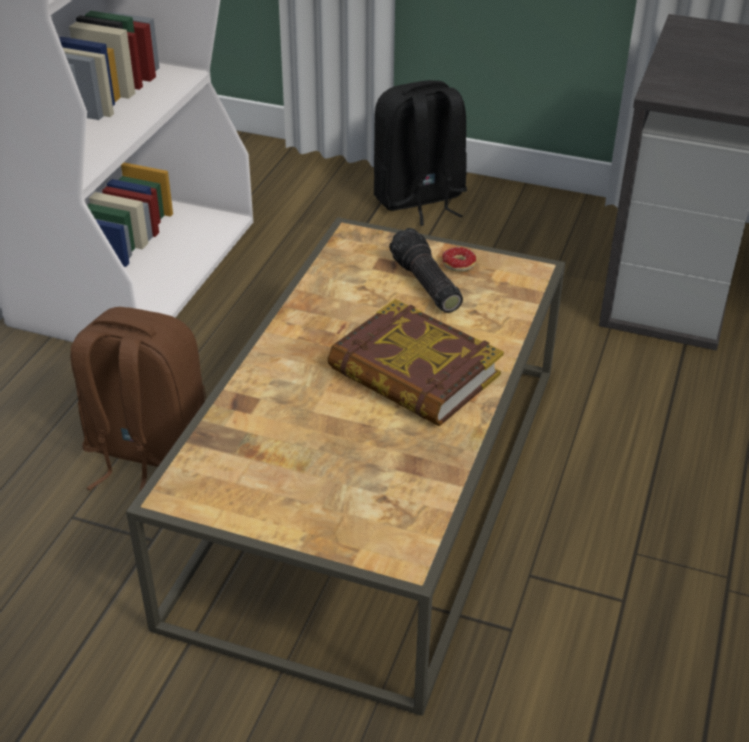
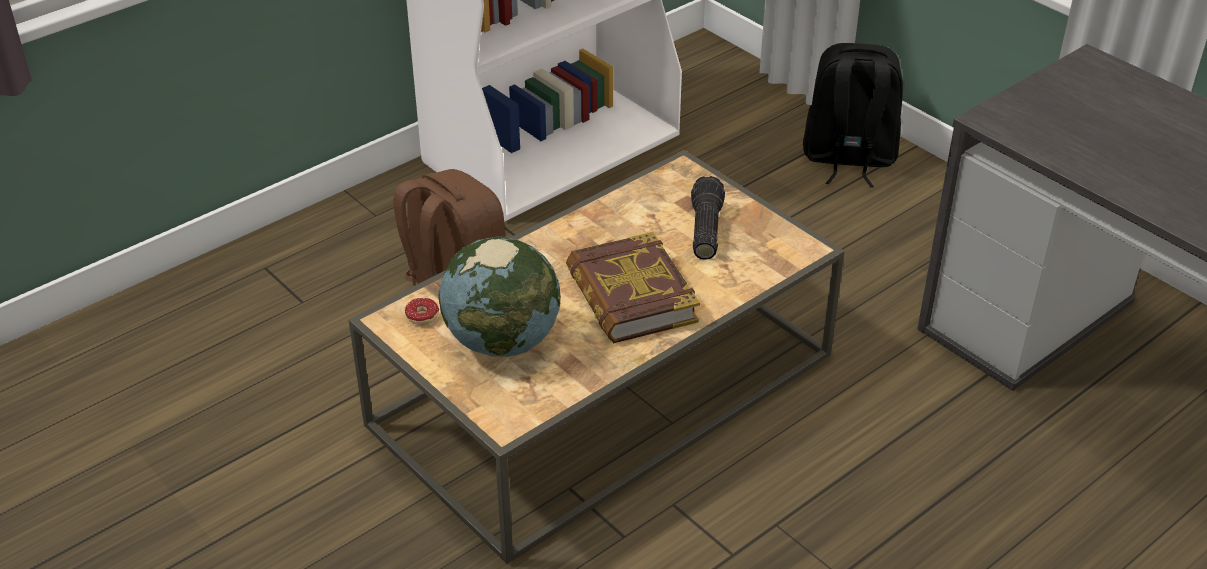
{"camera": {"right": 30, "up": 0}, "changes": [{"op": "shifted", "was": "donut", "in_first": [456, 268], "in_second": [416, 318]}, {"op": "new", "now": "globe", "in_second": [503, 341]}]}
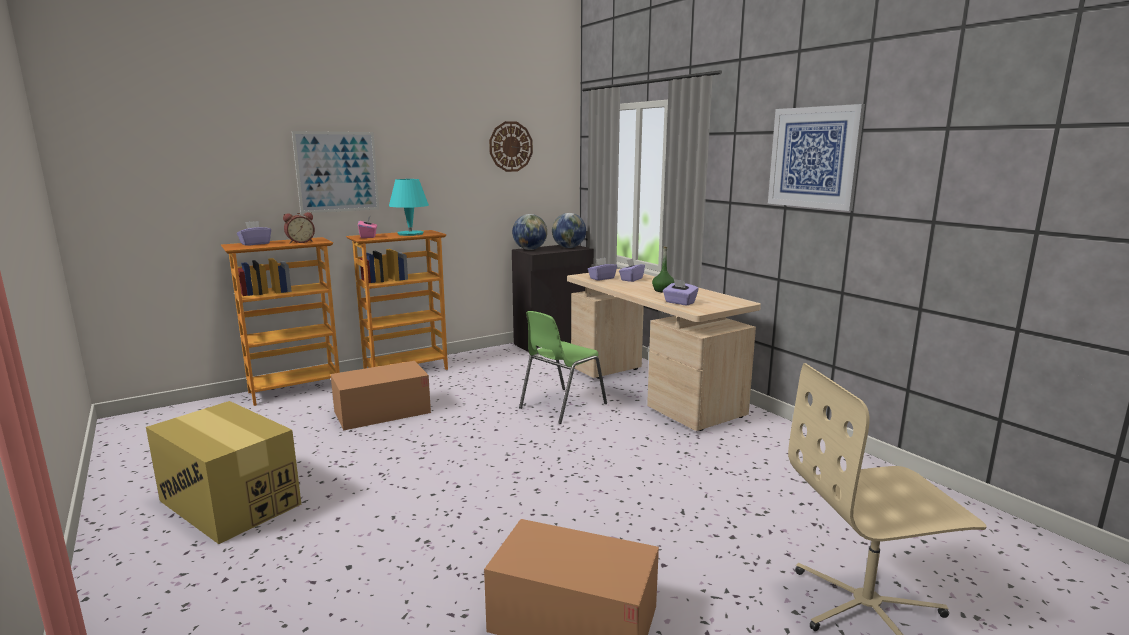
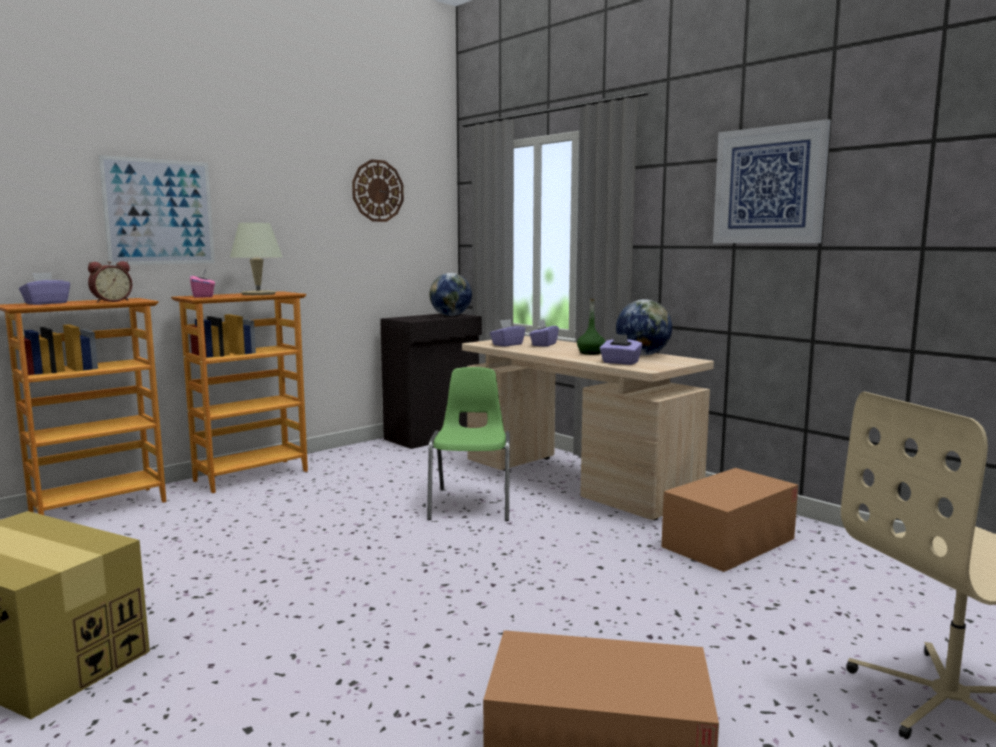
{"camera": {"right": -10, "up": -5}, "changes": [{"op": "repainted", "was": "table lamp/turquoise", "now": "table lamp/beige", "in_first": [410, 234], "in_second": [258, 294]}, {"op": "shifted", "was": "globe", "in_first": [530, 249], "in_second": [643, 355]}, {"op": "rotated", "was": "chair/green", "in_first": [561, 406], "in_second": [472, 504], "clockwise": 150}, {"op": "shifted", "was": "cardboard box", "in_first": [382, 412], "in_second": [728, 543]}]}
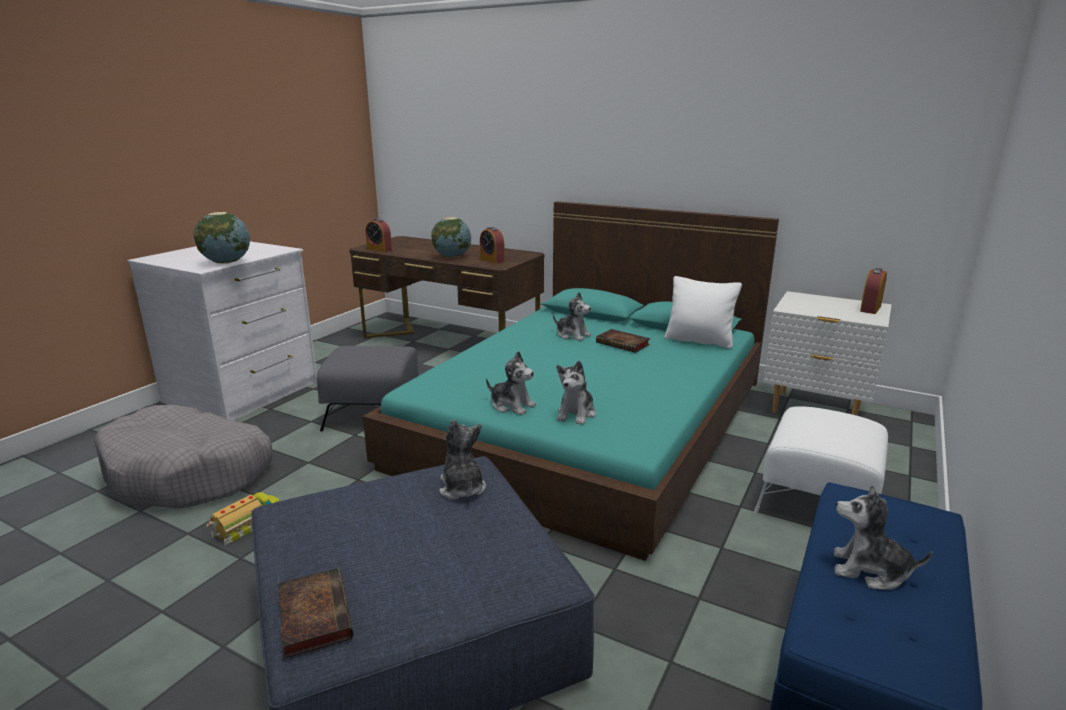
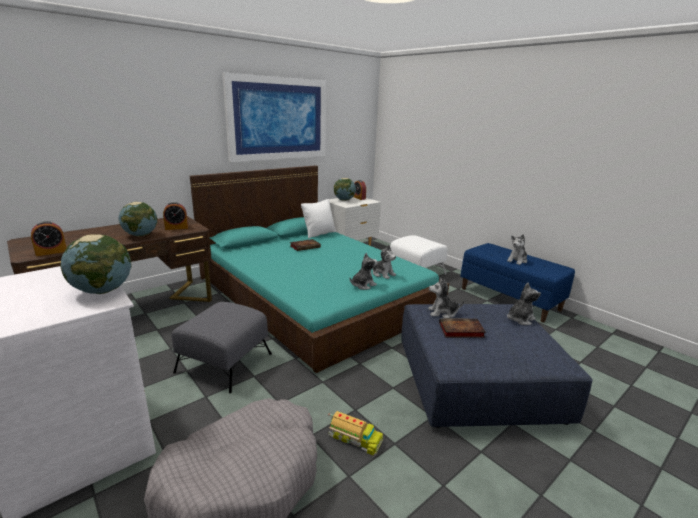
{"camera": {"right": -70, "up": 0}, "changes": [{"op": "shifted", "was": "plush toy", "in_first": [572, 335], "in_second": [519, 319]}, {"op": "rotated", "was": "toy truck", "in_first": [249, 525], "in_second": [354, 438], "clockwise": 150}, {"op": "shifted", "was": "book", "in_first": [313, 614], "in_second": [460, 330]}, {"op": "new", "now": "picture", "in_second": [278, 119]}, {"op": "new", "now": "globe", "in_second": [344, 200]}]}
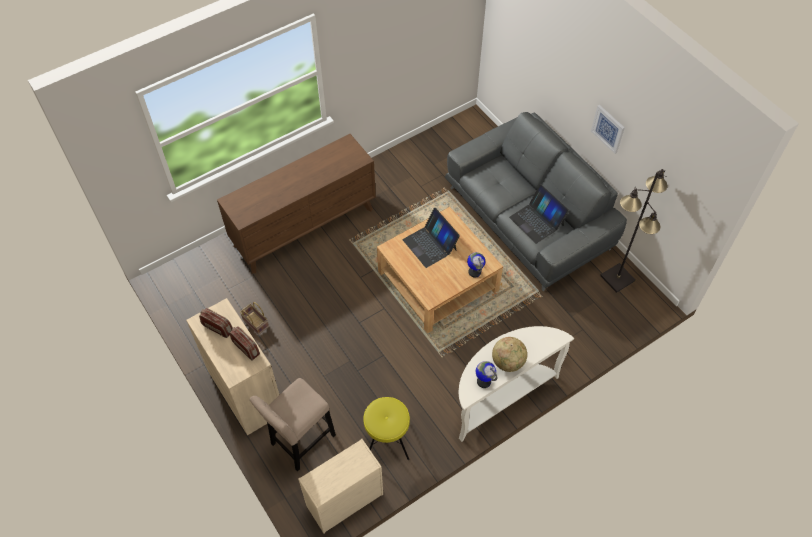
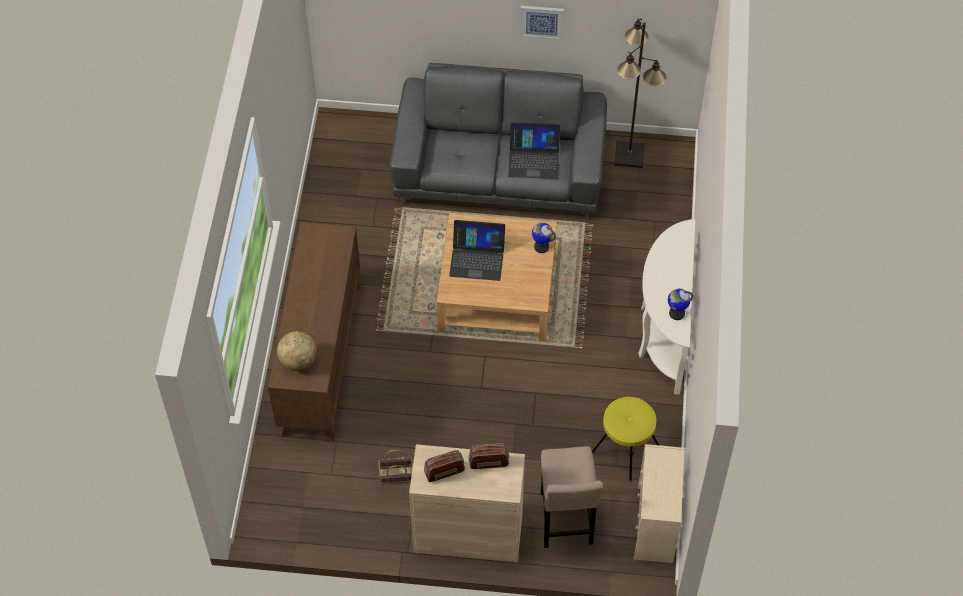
{"camera": {"right": -50, "up": 0}, "changes": [{"op": "shifted", "was": "globe", "in_first": [508, 362], "in_second": [298, 361]}]}
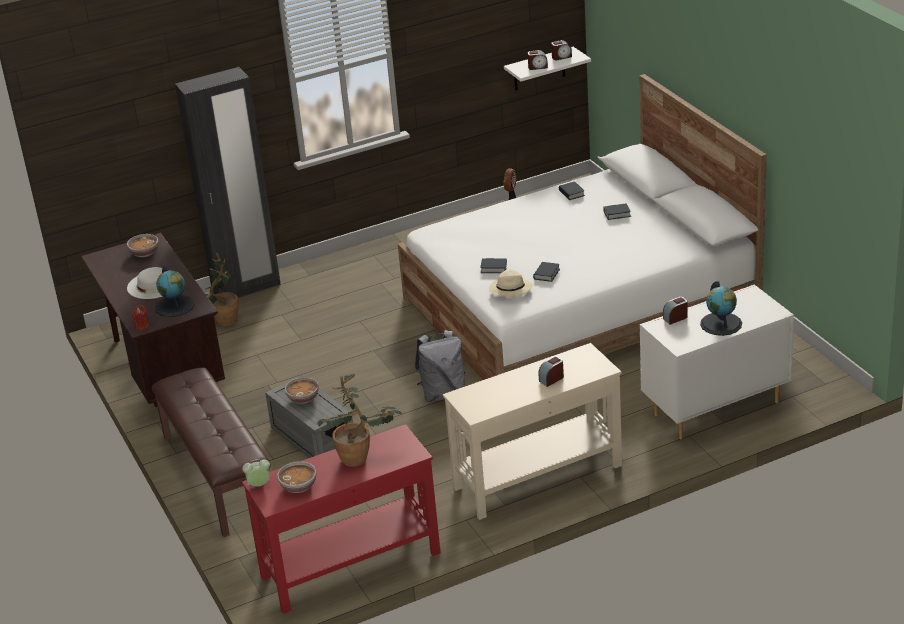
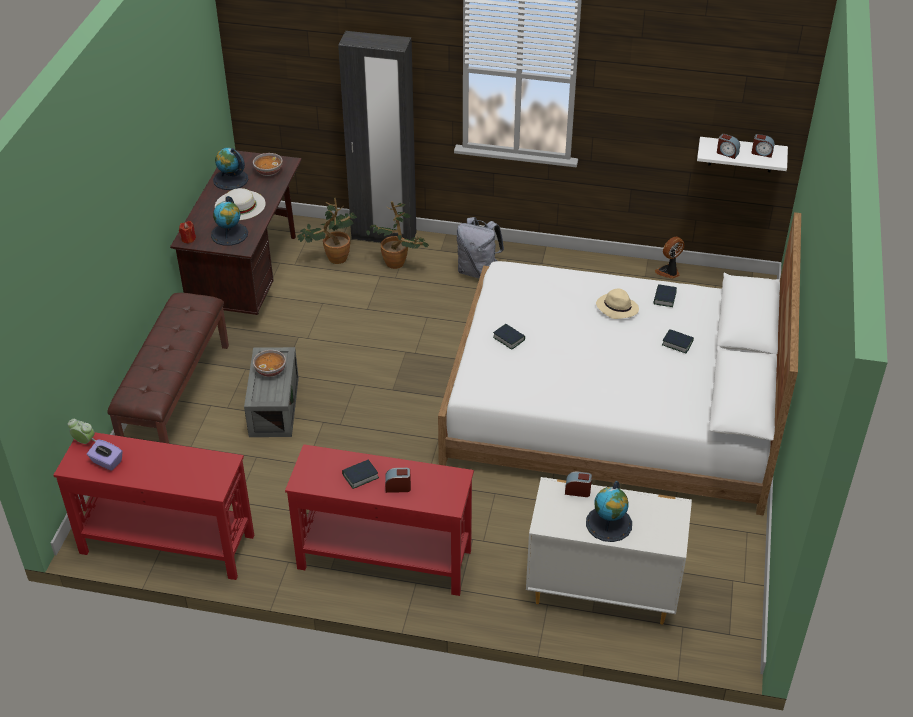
{"camera": {"right": 35, "up": 10}, "changes": [{"op": "shifted", "was": "book", "in_first": [546, 274], "in_second": [360, 476]}, {"op": "shifted", "was": "hat/beige", "in_first": [510, 290], "in_second": [616, 308]}, {"op": "shifted", "was": "backpack/grey", "in_first": [443, 393], "in_second": [478, 272]}, {"op": "repainted", "was": "console table/beige", "now": "console table/red", "in_first": [536, 477], "in_second": [383, 559]}, {"op": "shifted", "was": "potted plant", "in_first": [361, 459], "in_second": [398, 265]}, {"op": "swapped", "was": "bowl", "now": "tissue box/purple", "in_first": [299, 486], "in_second": [106, 462]}, {"op": "new", "now": "globe", "in_second": [230, 179]}]}
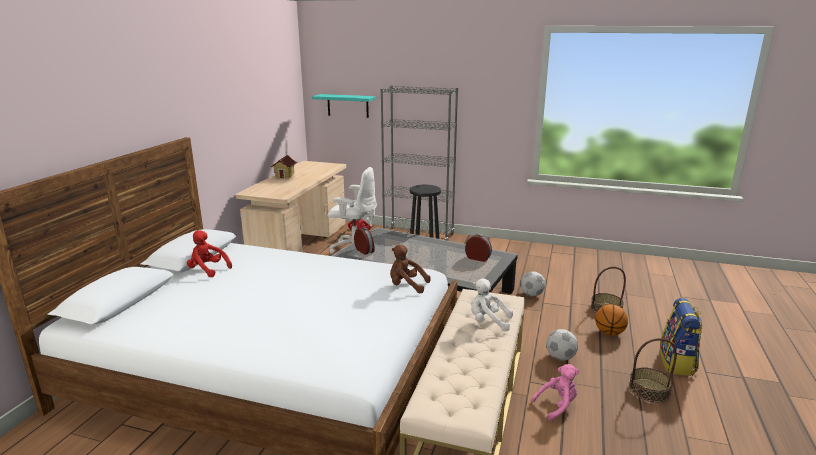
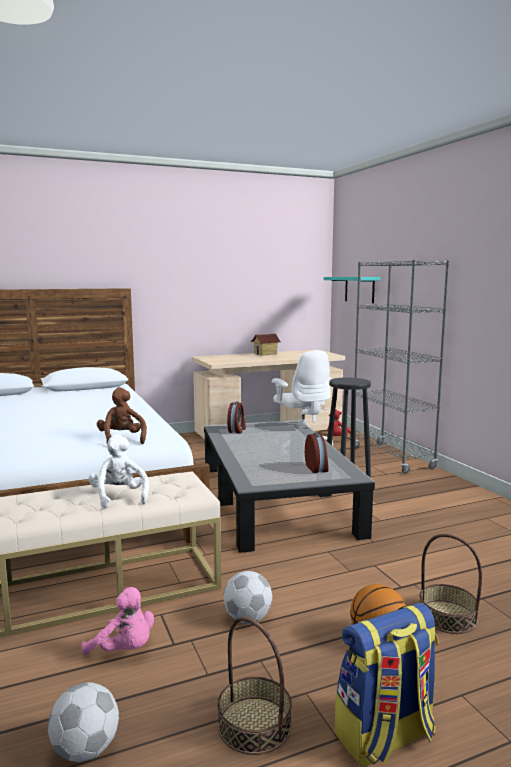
{"camera": {"right": 50, "up": -10}, "changes": [{"op": "gone", "was": "plush toy/red", "in_first": [208, 270]}, {"op": "shifted", "was": "football", "in_first": [531, 294], "in_second": [86, 749]}]}
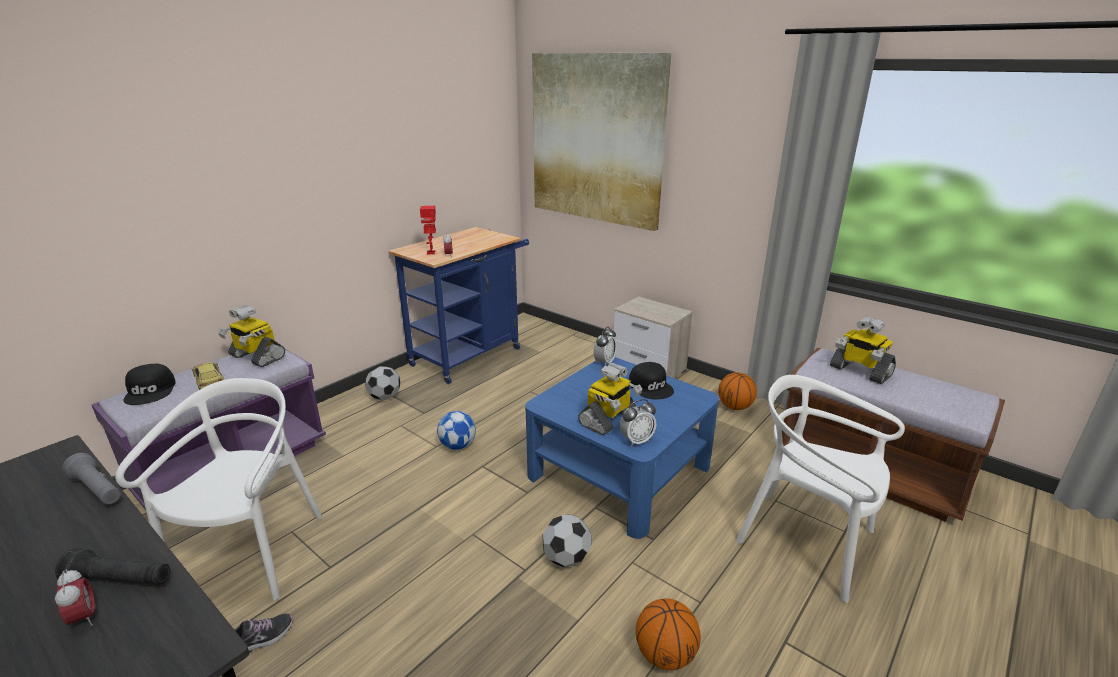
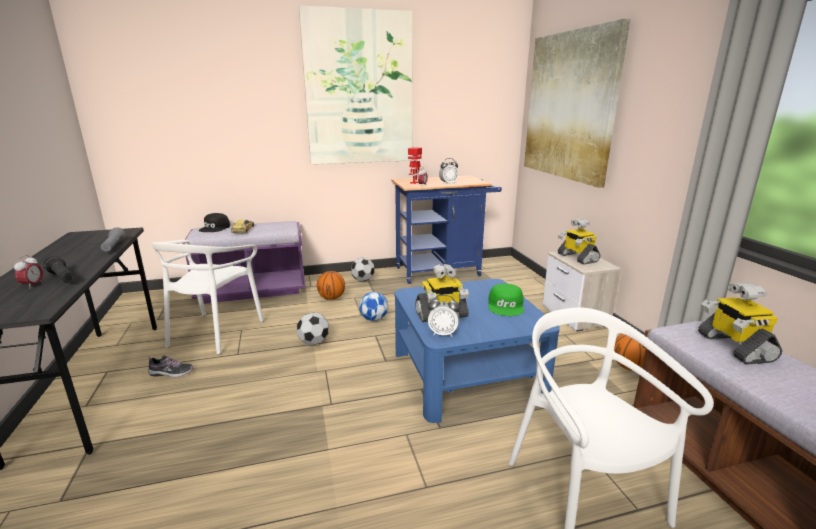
{"camera": {"right": 35, "up": -5}, "changes": [{"op": "shifted", "was": "toy robot", "in_first": [256, 357], "in_second": [576, 258]}, {"op": "shifted", "was": "alarm clock", "in_first": [604, 362], "in_second": [448, 183]}, {"op": "repainted", "was": "cap/black", "now": "cap/green", "in_first": [651, 386], "in_second": [506, 306]}, {"op": "rotated", "was": "chair/white", "in_first": [252, 552], "in_second": [215, 332], "clockwise": 150}, {"op": "shifted", "was": "football", "in_first": [566, 559], "in_second": [314, 343]}, {"op": "shifted", "was": "basketball", "in_first": [665, 655], "in_second": [331, 298]}, {"op": "new", "now": "picture", "in_second": [359, 89]}]}
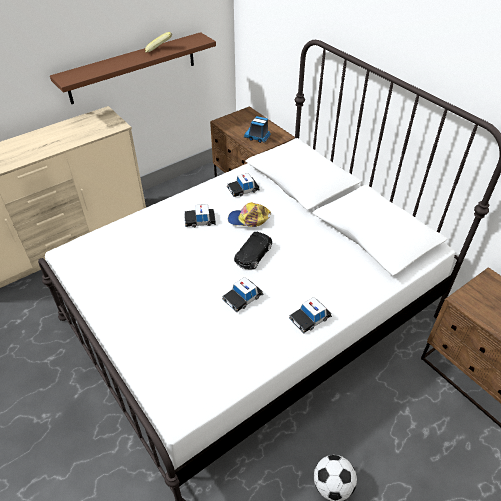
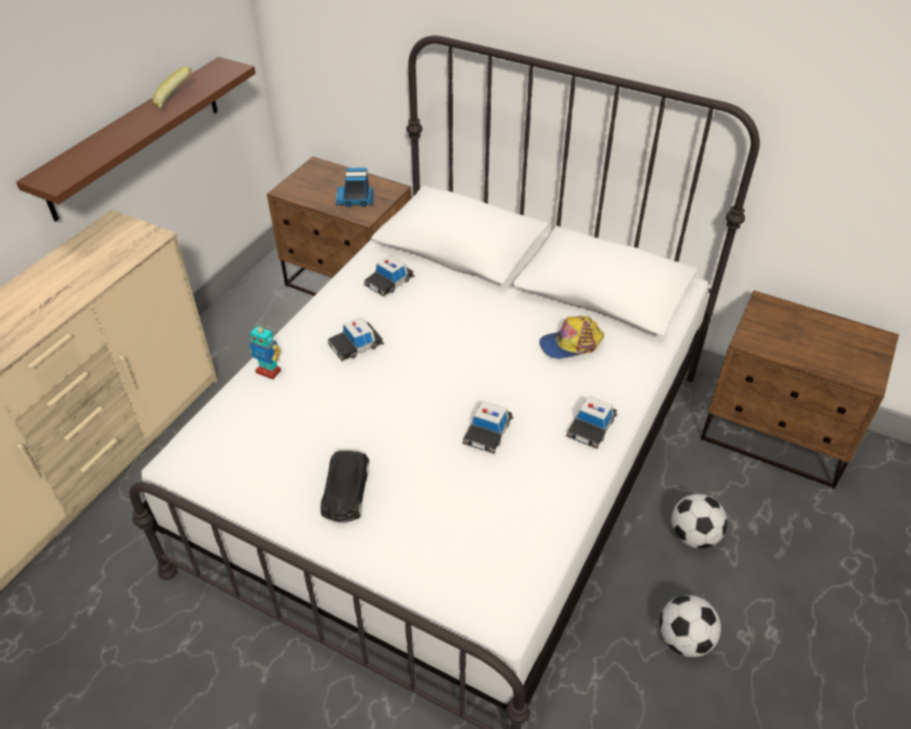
{"camera": {"right": -25, "up": 0}, "changes": [{"op": "shifted", "was": "cap", "in_first": [248, 219], "in_second": [571, 344]}, {"op": "shifted", "was": "toy car/black", "in_first": [253, 255], "in_second": [346, 492]}, {"op": "new", "now": "toy robot", "in_second": [269, 371]}, {"op": "new", "now": "football", "in_second": [693, 536]}]}
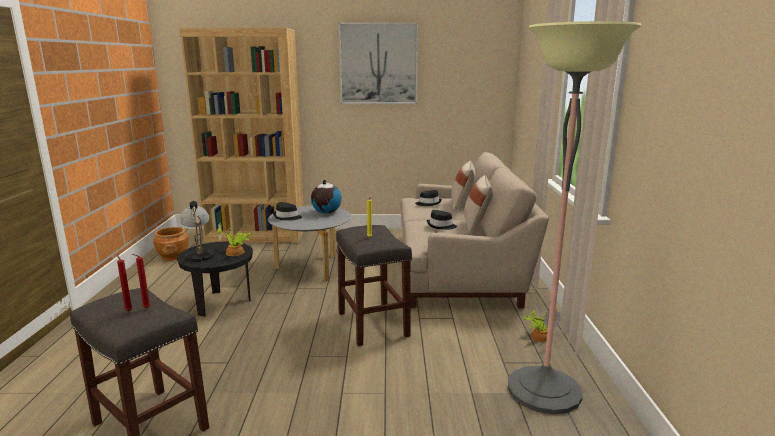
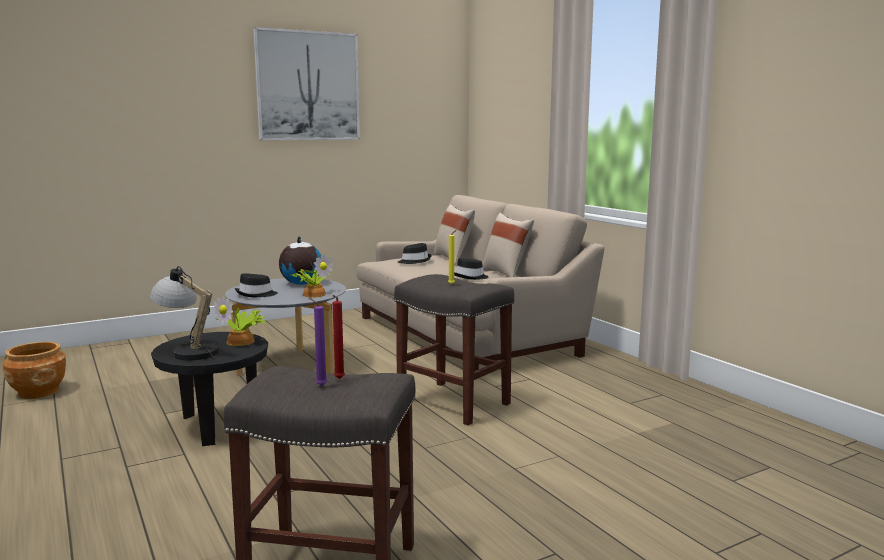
{"camera": {"right": -30, "up": -5}, "changes": [{"op": "gone", "was": "floor lamp", "in_first": [544, 390]}, {"op": "gone", "was": "bookcase/brown", "in_first": [256, 235]}, {"op": "repainted", "was": "candle/red", "now": "candle/purple", "in_first": [128, 310], "in_second": [320, 385]}, {"op": "shifted", "was": "potted plant", "in_first": [541, 336], "in_second": [314, 294]}]}
